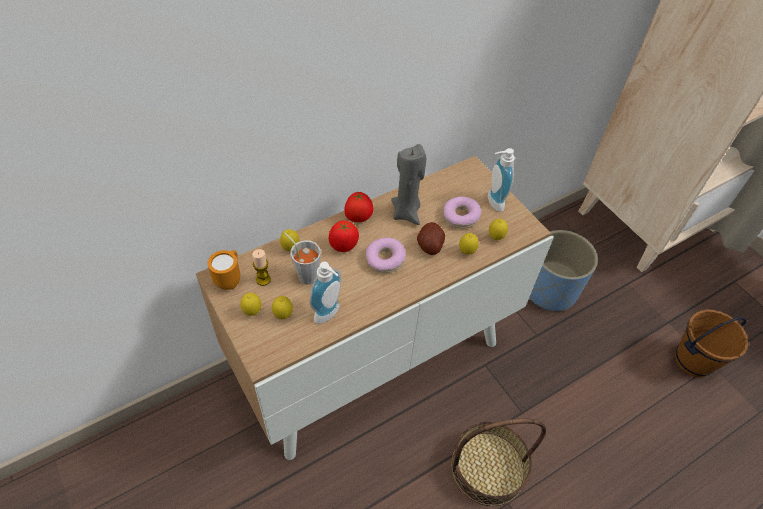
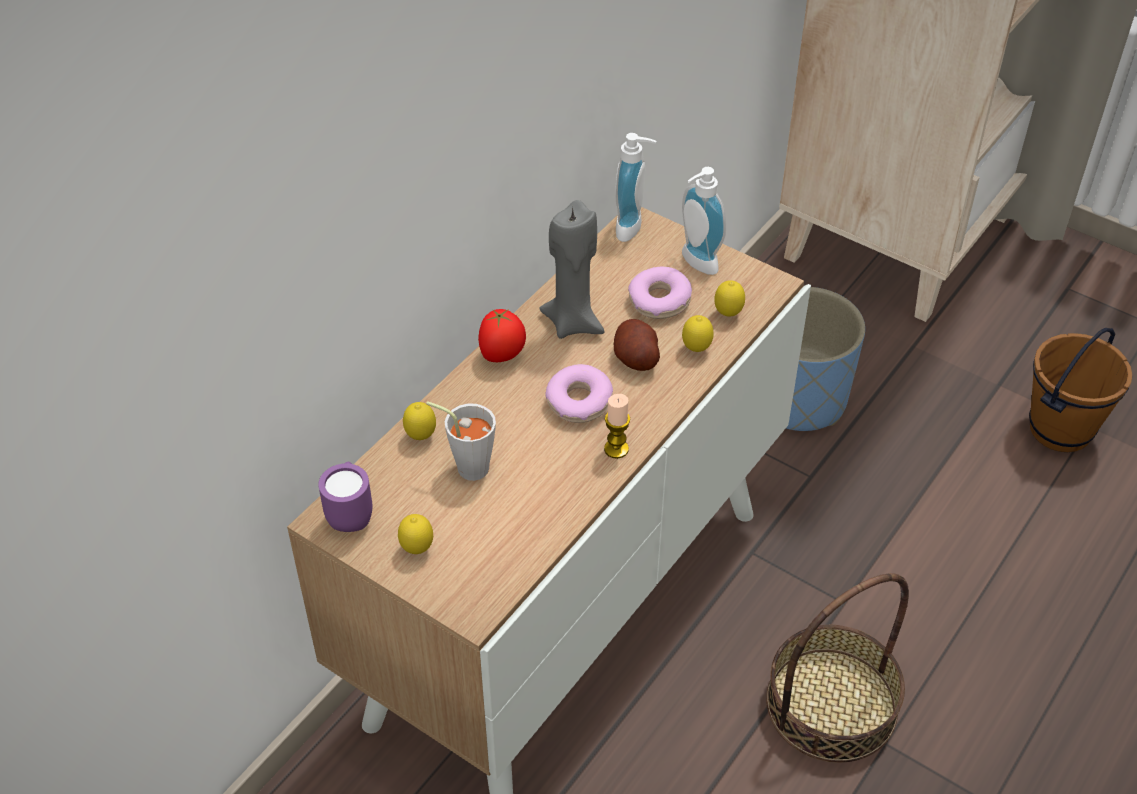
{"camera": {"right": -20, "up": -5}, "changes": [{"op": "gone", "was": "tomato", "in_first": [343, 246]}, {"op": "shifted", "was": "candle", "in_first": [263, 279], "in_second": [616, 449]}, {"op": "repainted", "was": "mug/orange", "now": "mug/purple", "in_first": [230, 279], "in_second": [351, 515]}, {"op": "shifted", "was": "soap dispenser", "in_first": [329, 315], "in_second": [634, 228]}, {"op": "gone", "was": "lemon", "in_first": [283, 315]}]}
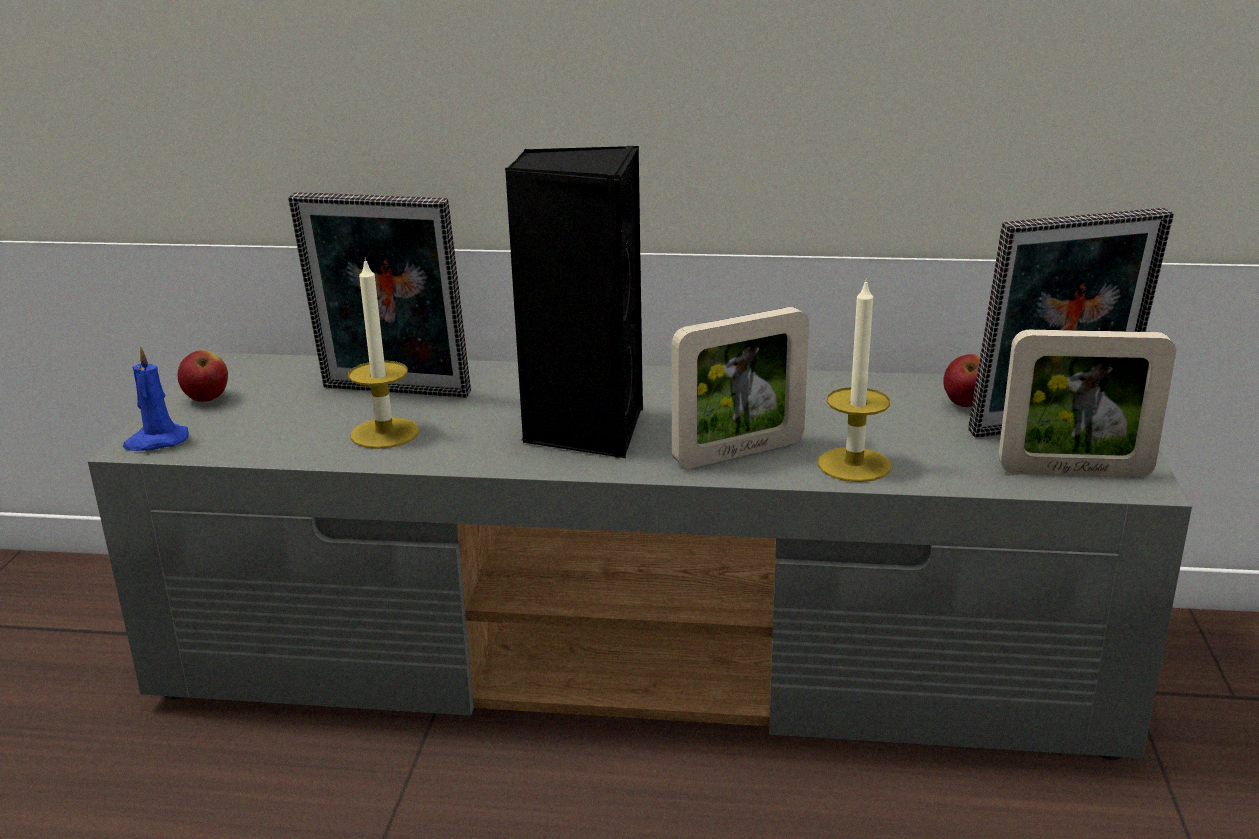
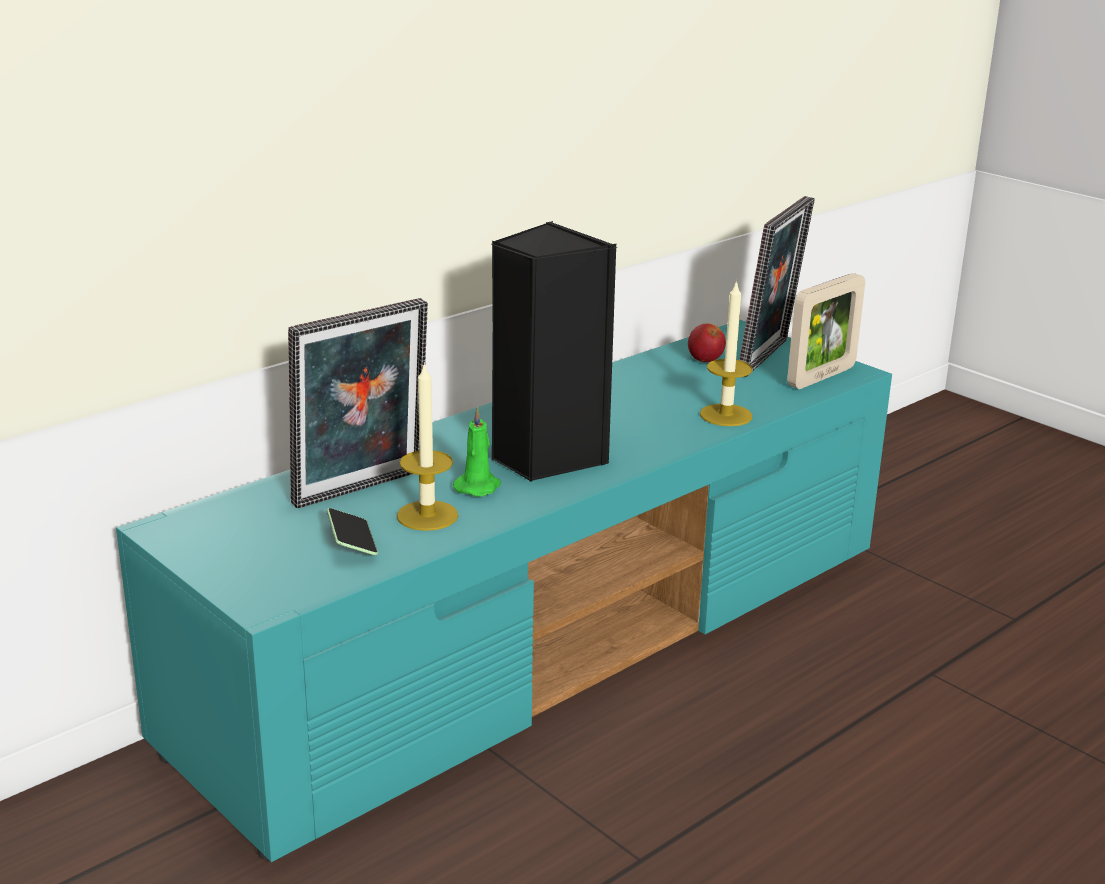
{"camera": {"right": -50, "up": 0}, "changes": [{"op": "gone", "was": "picture frame", "in_first": [738, 452]}, {"op": "gone", "was": "candle/blue", "in_first": [156, 441]}, {"op": "gone", "was": "apple", "in_first": [207, 399]}, {"op": "repainted", "was": "tv stand/grey", "now": "tv stand/turquoise", "in_first": [640, 658], "in_second": [550, 642]}, {"op": "new", "now": "candle/green", "in_second": [478, 486]}, {"op": "new", "now": "phone", "in_second": [352, 543]}]}
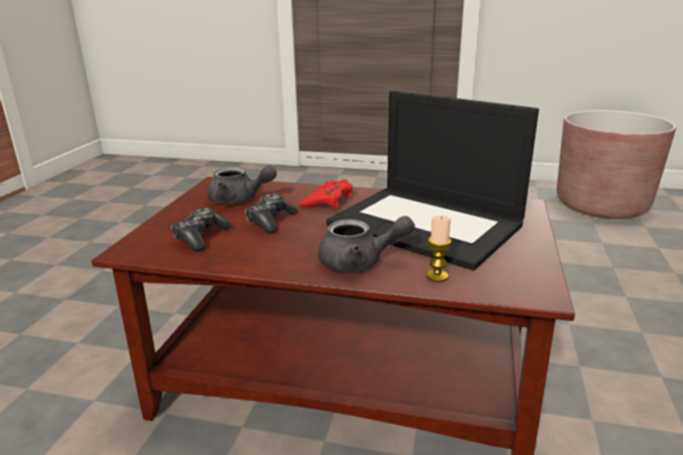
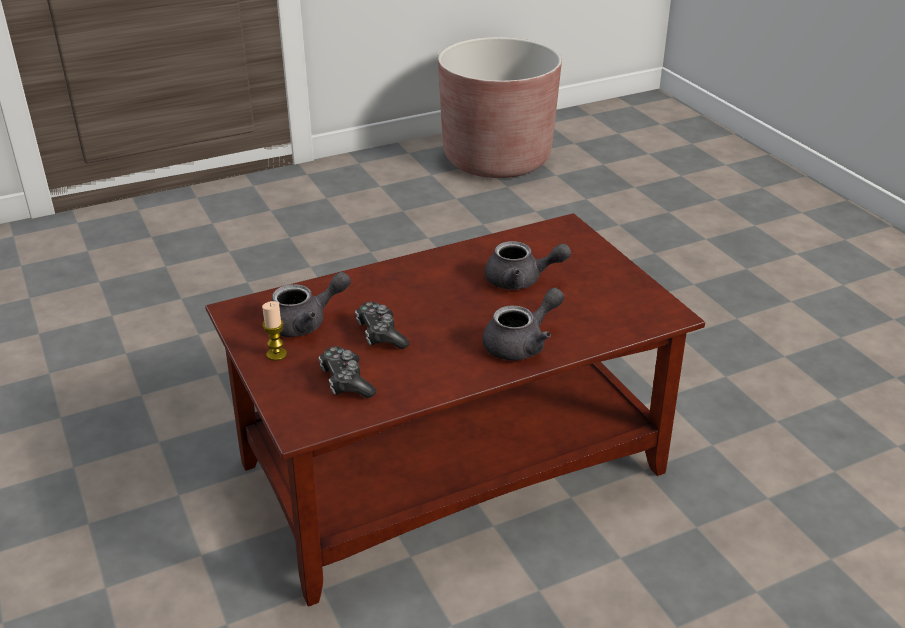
{"camera": {"right": -40, "up": 10}, "changes": [{"op": "swapped", "was": "laptop", "now": "teapot/grey", "in_first": [428, 225], "in_second": [521, 280]}, {"op": "gone", "was": "game controller/red", "in_first": [328, 201]}, {"op": "shifted", "was": "candle", "in_first": [437, 276], "in_second": [276, 354]}]}
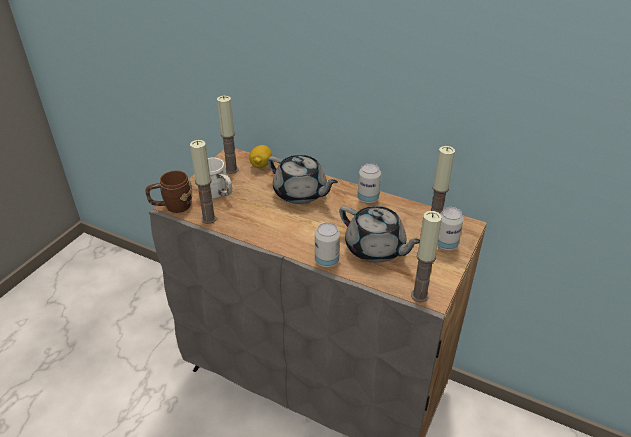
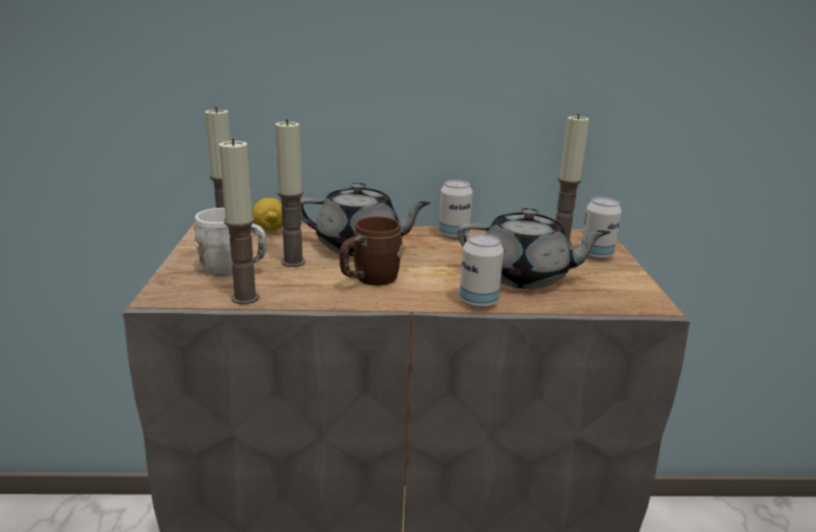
{"camera": {"right": -30, "up": -15}, "changes": [{"op": "shifted", "was": "mug/brown", "in_first": [172, 207], "in_second": [369, 280]}, {"op": "shifted", "was": "candle", "in_first": [419, 295], "in_second": [293, 262]}]}
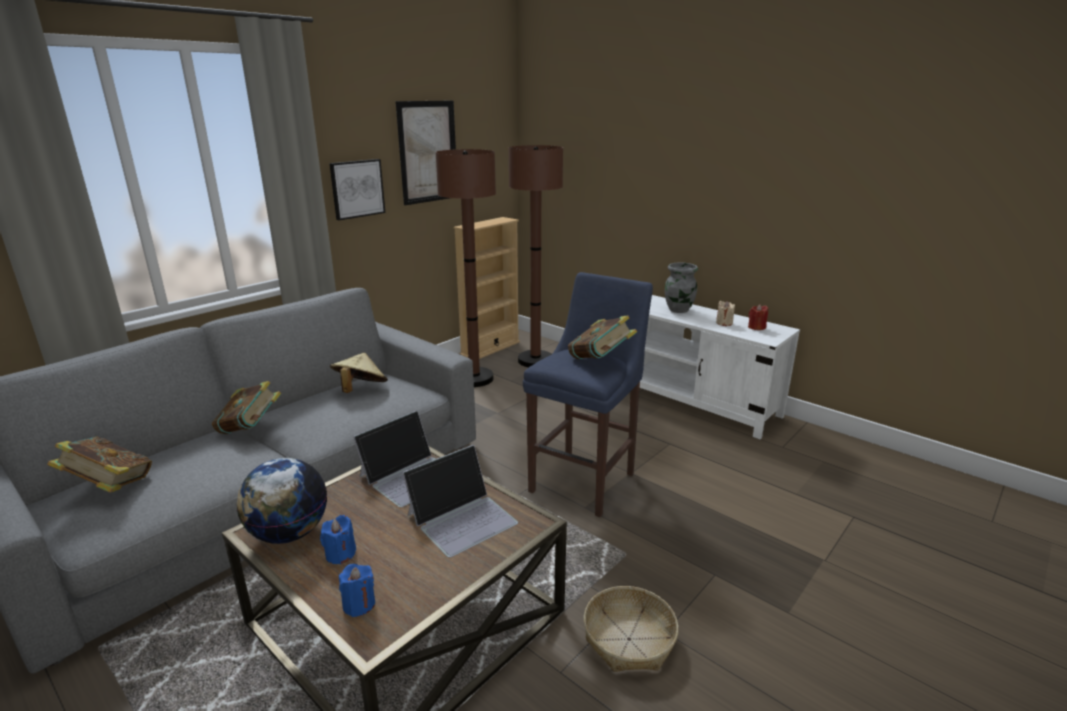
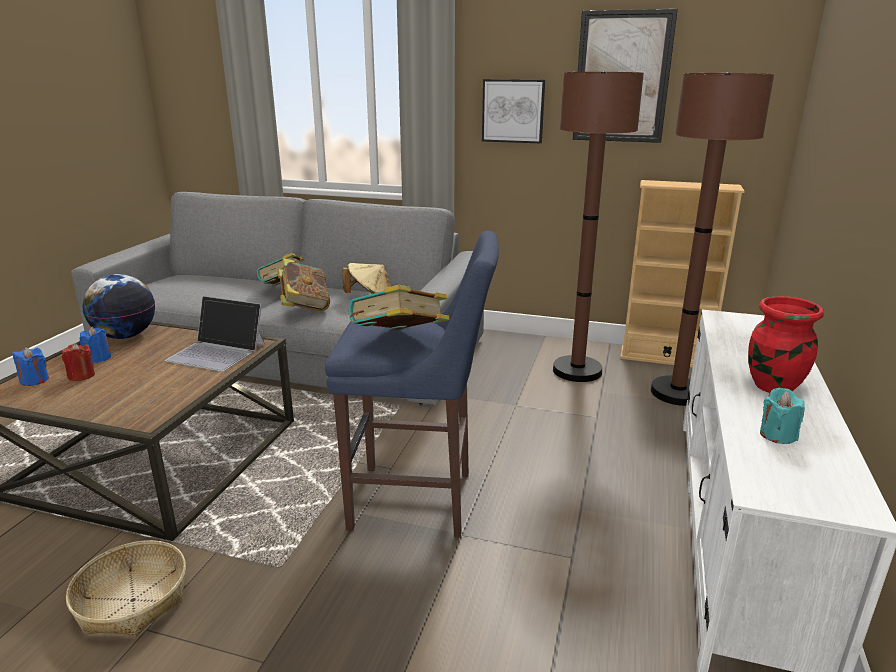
{"camera": {"right": 65, "up": 0}, "changes": [{"op": "repainted", "was": "vase/grey", "now": "vase/red", "in_first": [678, 310], "in_second": [773, 386]}, {"op": "repainted", "was": "candle/beige", "now": "candle/turquoise", "in_first": [724, 323], "in_second": [777, 435]}, {"op": "shifted", "was": "candle/red", "in_first": [756, 327], "in_second": [81, 376]}, {"op": "shifted", "was": "book", "in_first": [110, 487], "in_second": [305, 307]}, {"op": "gone", "was": "laptop", "in_first": [462, 518]}]}
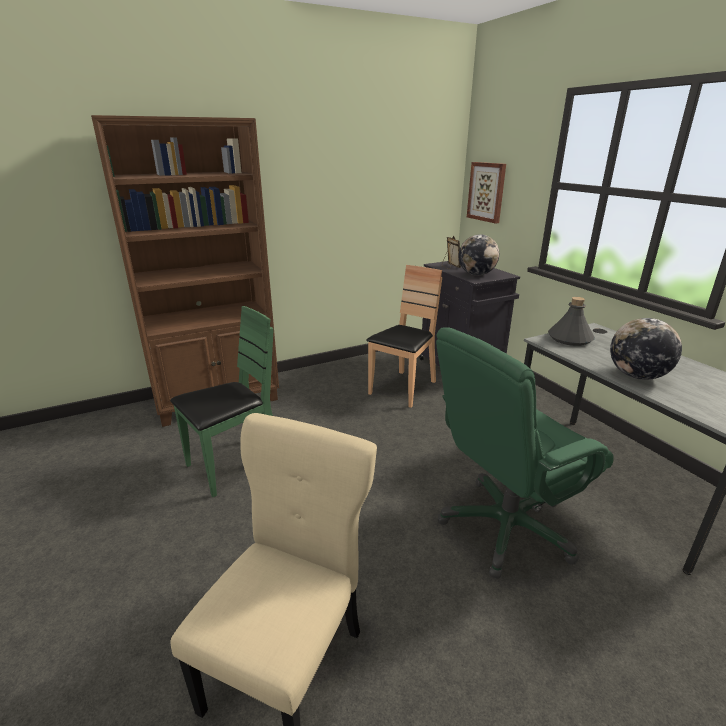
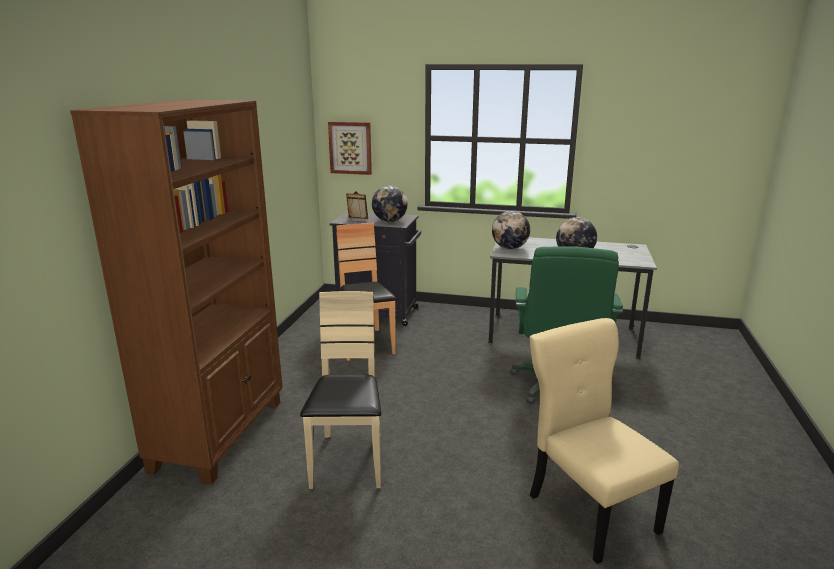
{"camera": {"right": -50, "up": -5}, "changes": [{"op": "swapped", "was": "bottle/grey", "now": "globe", "in_first": [569, 339], "in_second": [510, 248]}, {"op": "repainted", "was": "chair/green", "now": "chair/beige", "in_first": [235, 464], "in_second": [348, 461]}]}
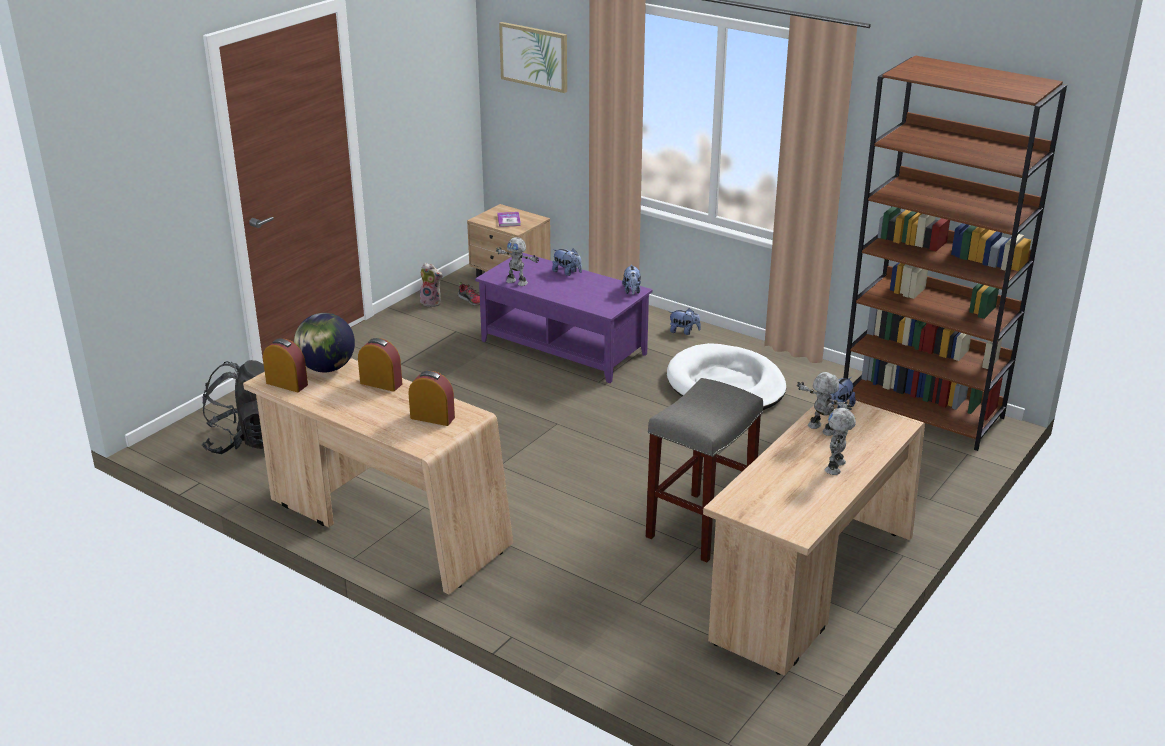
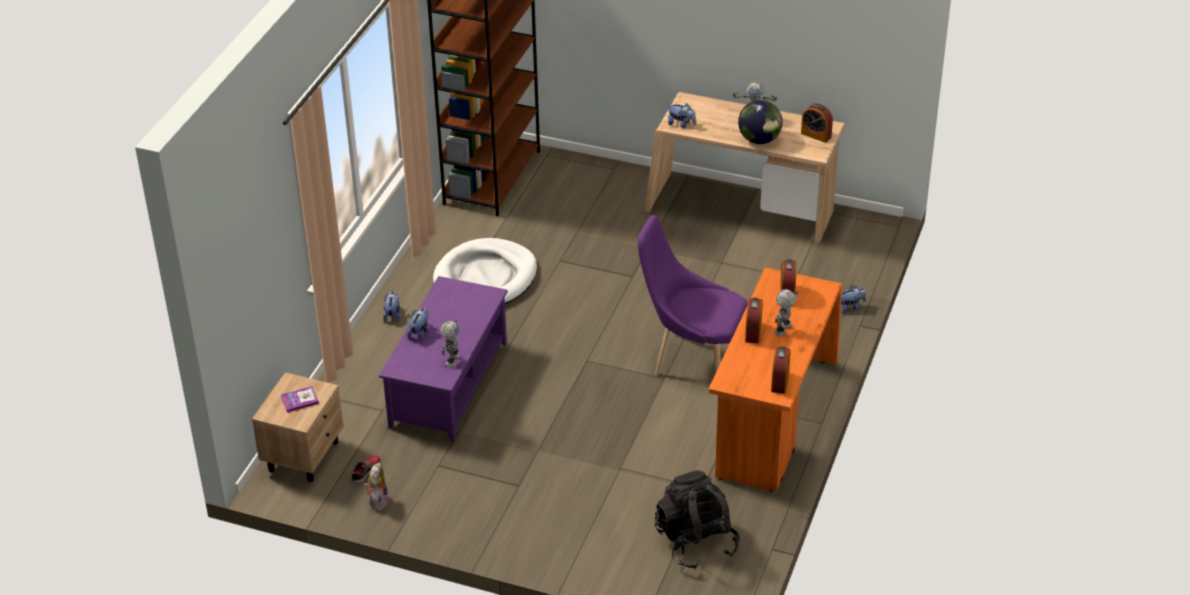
{"camera": {"right": -105, "up": 10}, "changes": [{"op": "gone", "was": "picture", "in_first": [534, 56]}, {"op": "shifted", "was": "plush toy", "in_first": [632, 291], "in_second": [850, 307]}, {"op": "shifted", "was": "globe", "in_first": [326, 368], "in_second": [759, 140]}, {"op": "repainted", "was": "desk/beige", "now": "desk/orange", "in_first": [384, 525], "in_second": [773, 419]}, {"op": "shifted", "was": "toy robot", "in_first": [820, 429], "in_second": [784, 329]}, {"op": "gone", "was": "stool/grey", "in_first": [700, 525]}, {"op": "new", "now": "alarm clock", "in_second": [816, 135]}, {"op": "new", "now": "chair/purple", "in_second": [692, 360]}]}
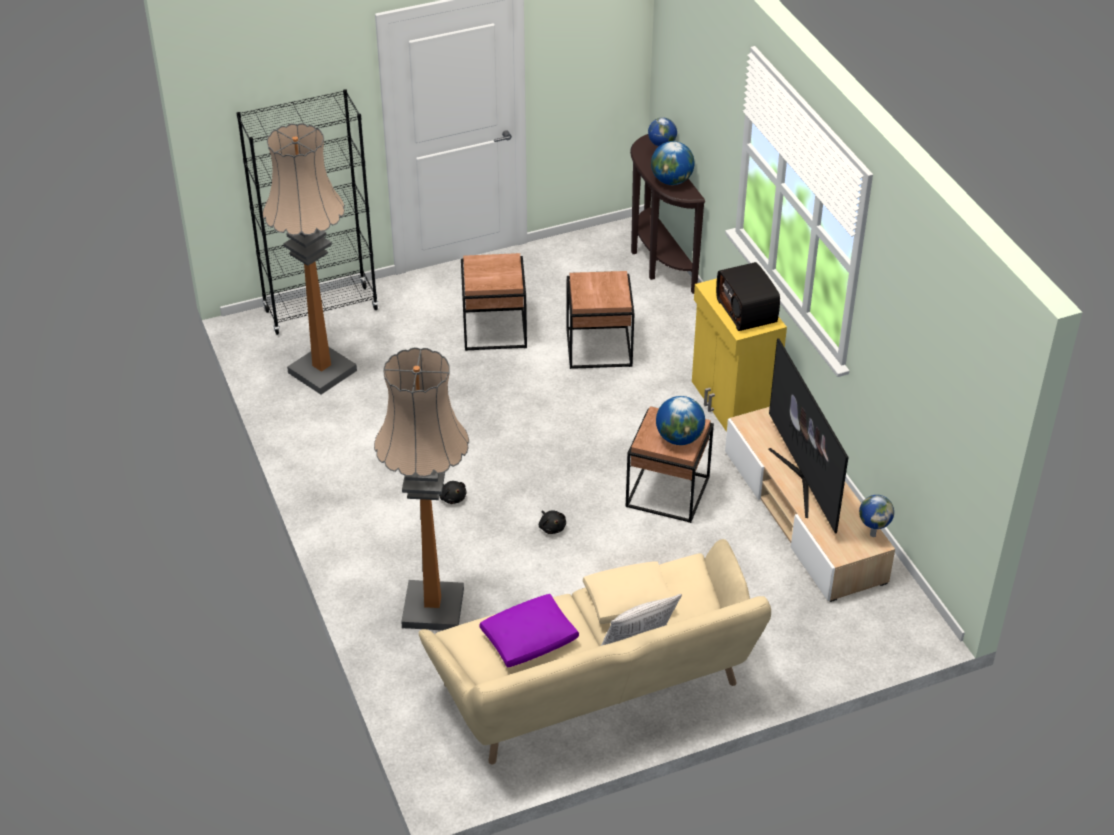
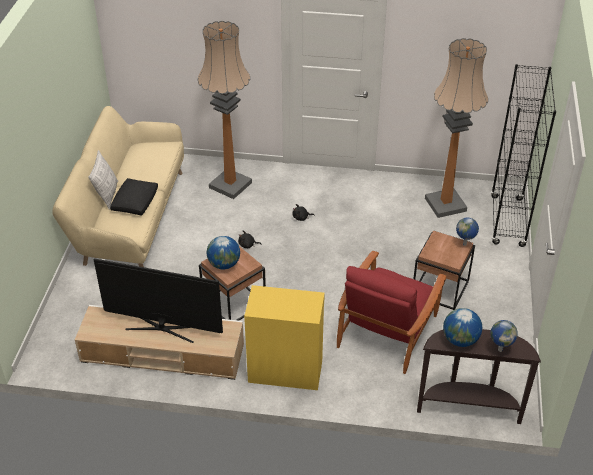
{"camera": {"right": 120, "up": 0}, "changes": [{"op": "gone", "was": "radio", "in_first": [747, 311]}, {"op": "swapped", "was": "side table/brown", "now": "armchair/red", "in_first": [599, 348], "in_second": [388, 330]}, {"op": "shifted", "was": "globe", "in_first": [872, 534], "in_second": [465, 244]}, {"op": "repainted", "was": "pillow/beige", "now": "pillow/black", "in_first": [627, 601], "in_second": [135, 202]}, {"op": "gone", "was": "pillow/purple", "in_first": [530, 638]}]}
